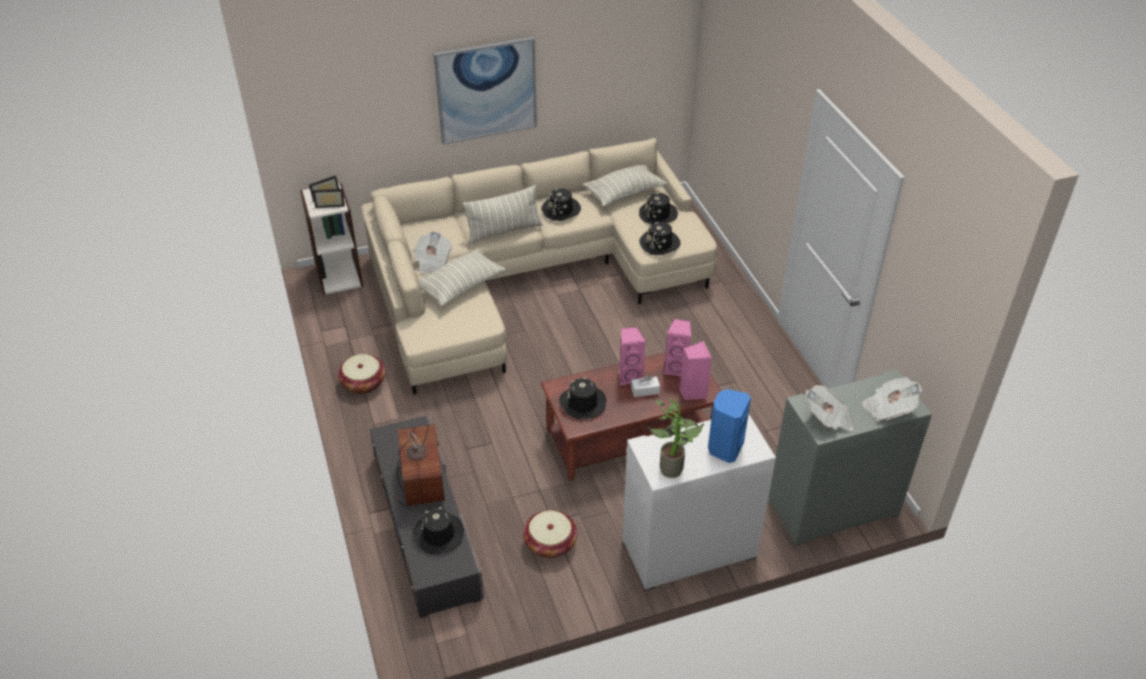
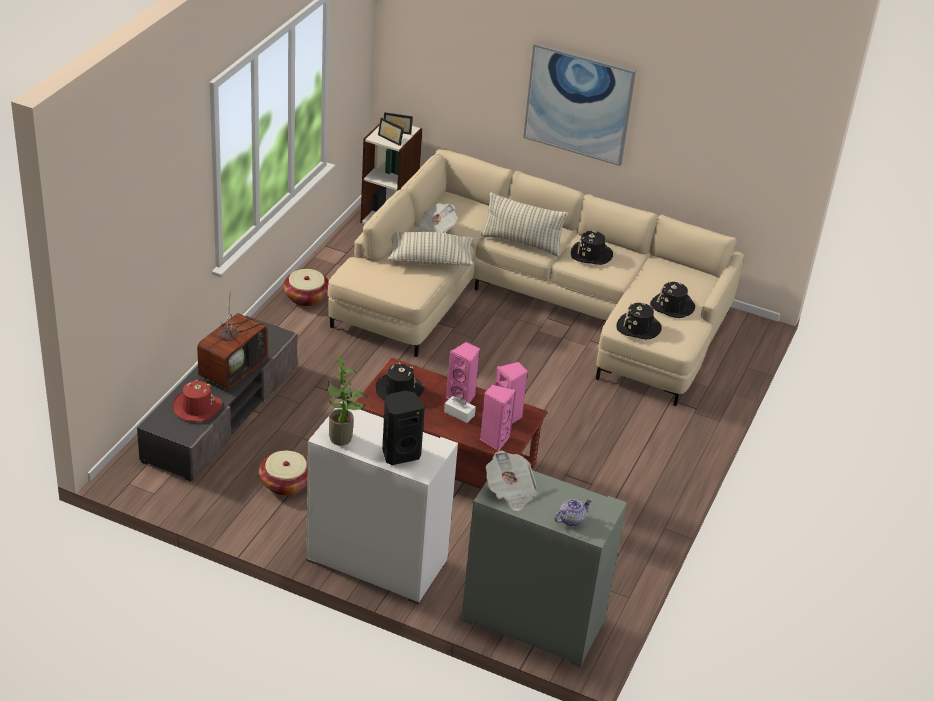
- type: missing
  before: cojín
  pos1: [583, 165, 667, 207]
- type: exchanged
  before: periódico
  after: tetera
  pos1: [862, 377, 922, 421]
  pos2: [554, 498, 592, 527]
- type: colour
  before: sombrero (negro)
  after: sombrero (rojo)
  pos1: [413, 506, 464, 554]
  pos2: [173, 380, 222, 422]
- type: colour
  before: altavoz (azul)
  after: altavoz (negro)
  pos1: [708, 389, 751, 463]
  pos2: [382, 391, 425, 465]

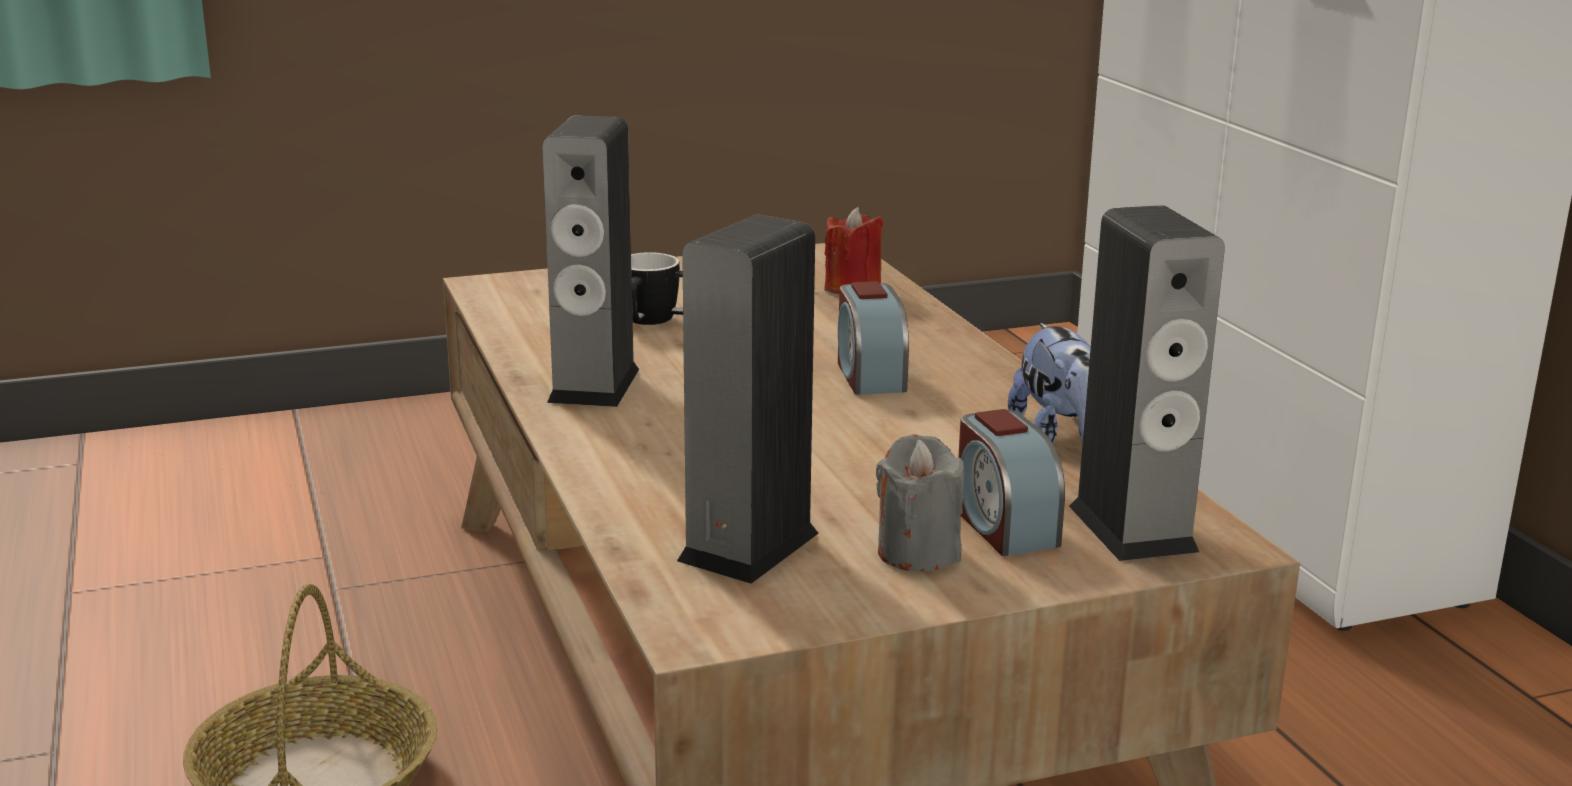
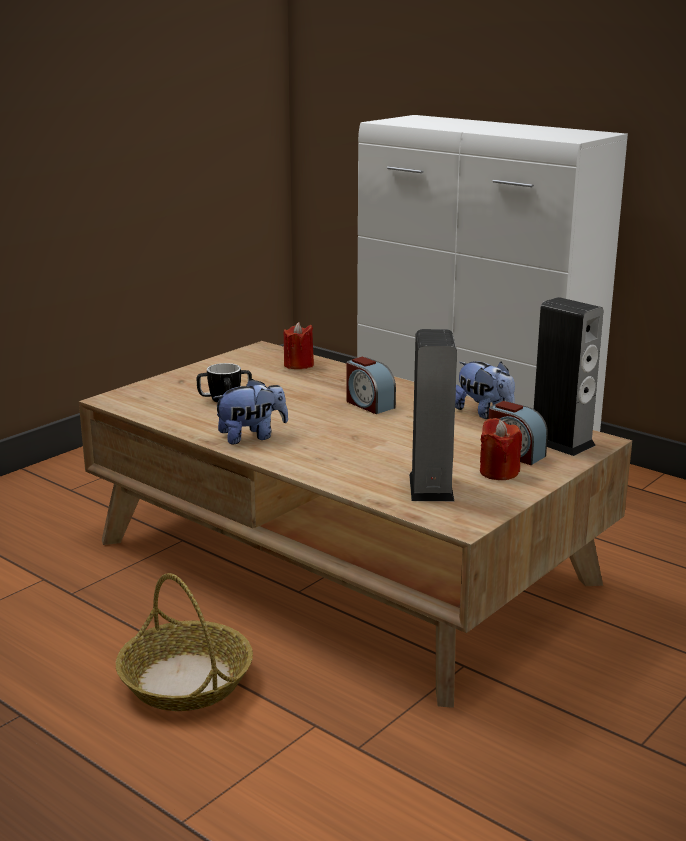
- type: exchanged
  before: altavoz
  after: peluche
  pos1: [542, 115, 639, 407]
  pos2: [213, 379, 288, 444]
- type: colour
  before: vela (gris)
  after: vela (rojo)
  pos1: [876, 434, 964, 571]
  pos2: [480, 418, 522, 480]

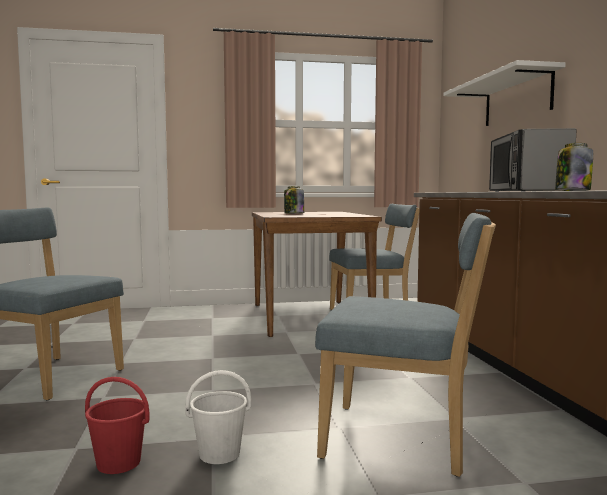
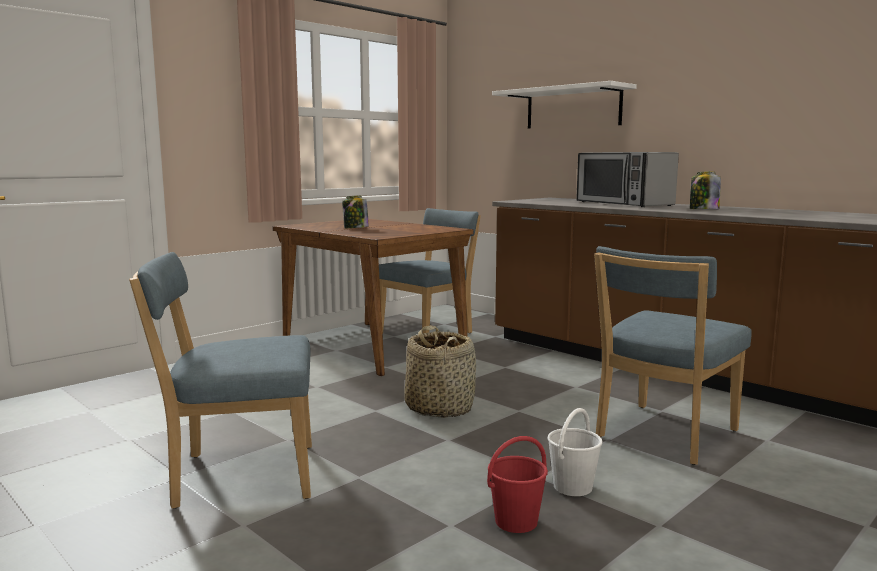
- type: appeared
  after: cesta
  pos2: [404, 325, 476, 418]
- type: spun
  before: silla (azul)
  pos1: [315, 213, 496, 477]
  pos2: [594, 246, 752, 465]
  turn: 150

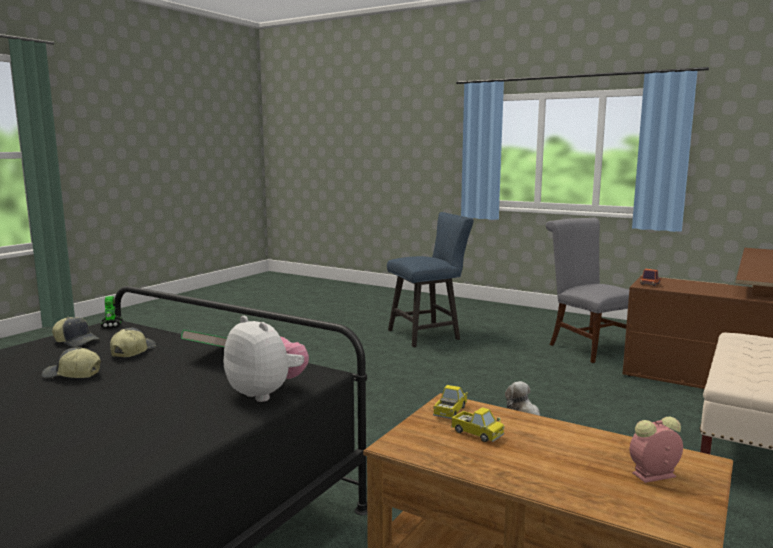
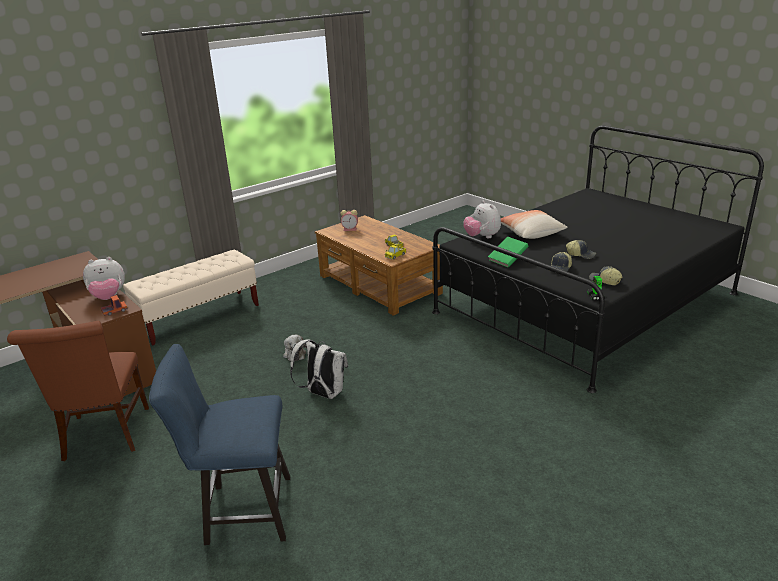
- type: appeared
  after: peluche
  pos2: [83, 257, 125, 300]
- type: appeared
  after: mochila (blanco)
  pos2: [290, 340, 348, 399]
- type: appeared
  after: cojín
  pos2: [501, 210, 567, 239]
- type: colour
  before: silla (gris)
  after: silla (marrón)
  pos1: [545, 218, 629, 363]
  pos2: [7, 321, 149, 461]

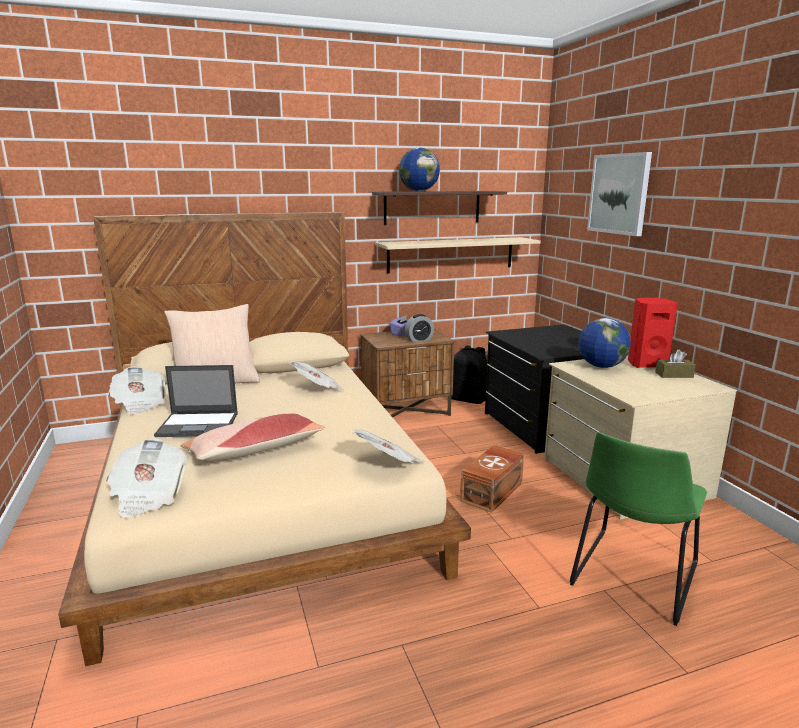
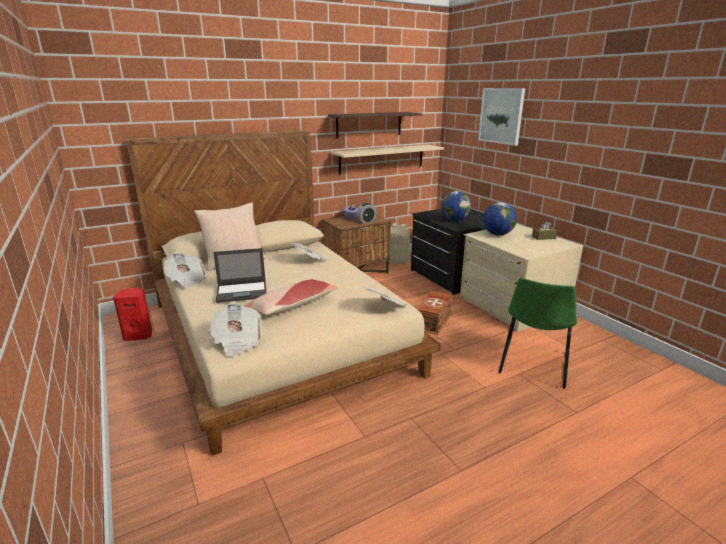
- type: relocated
  before: globo terráqueo
  pos1: [399, 148, 440, 191]
  pos2: [441, 191, 471, 221]
- type: relocated
  before: altavoz (rojo)
  pos1: [628, 298, 678, 368]
  pos2: [113, 288, 152, 341]
- type: colour
  before: mochila (negro)
  after: mochila (beis)
  pos1: [451, 345, 487, 404]
  pos2: [384, 223, 410, 264]

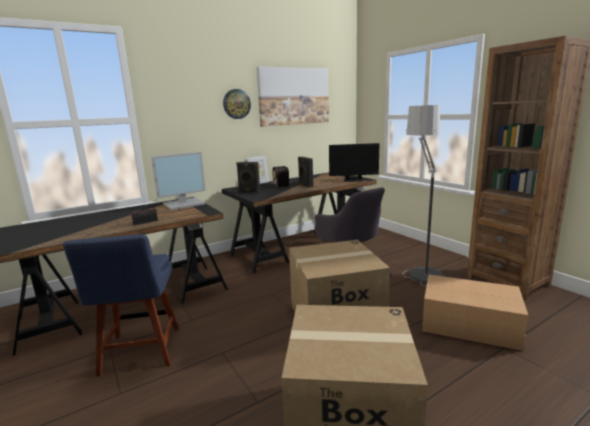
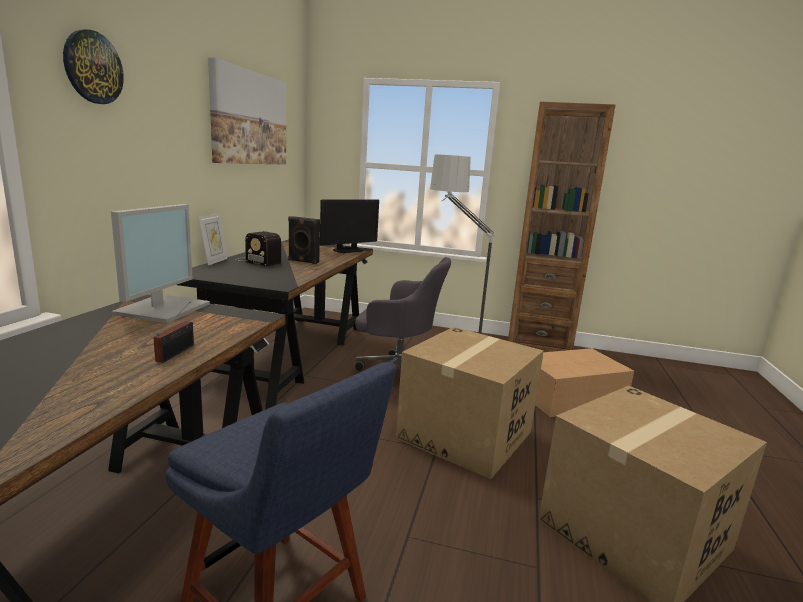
- type: missing
  before: altavoz (negro)
  pos1: [236, 162, 260, 192]
- type: relocated
  before: reloj de pared
  pos1: [223, 89, 251, 119]
  pos2: [63, 30, 124, 104]

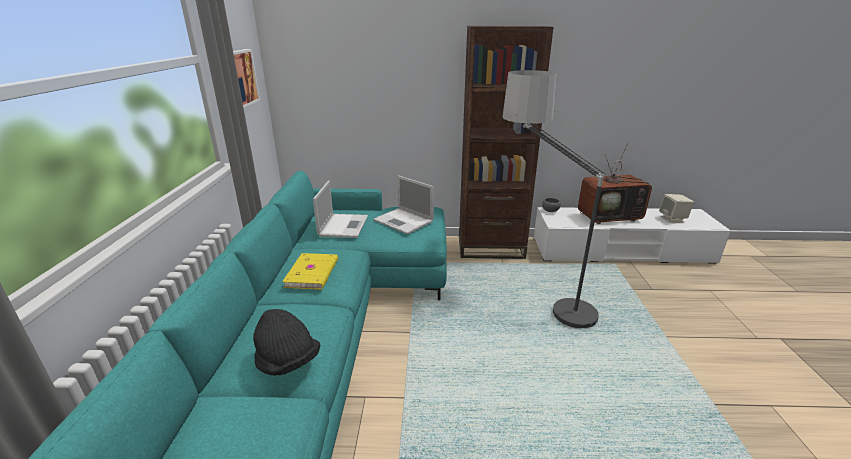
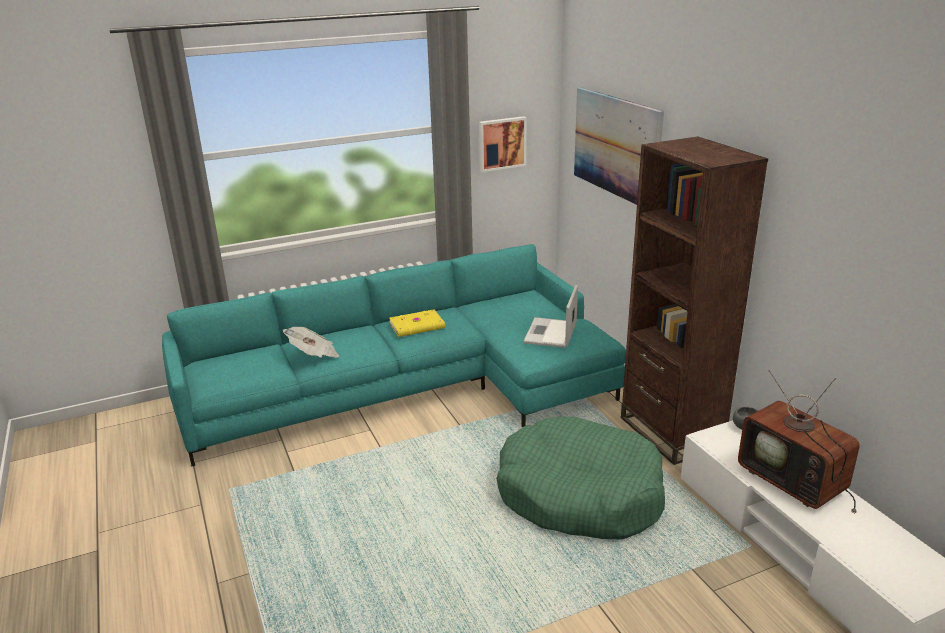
- type: missing
  before: portátil
  pos1: [313, 181, 368, 238]
- type: missing
  before: altavoz (beis)
  pos1: [659, 194, 694, 223]
- type: appeared
  after: cuadro
  pos2: [574, 87, 664, 205]
- type: exchanged
  before: sombrero (negro)
  after: periódico
  pos1: [253, 309, 320, 376]
  pos2: [283, 327, 339, 358]
- type: exchanged
  before: lámpara de pie
  after: cama para perro (verde)
  pos1: [502, 70, 606, 328]
  pos2: [496, 417, 665, 539]

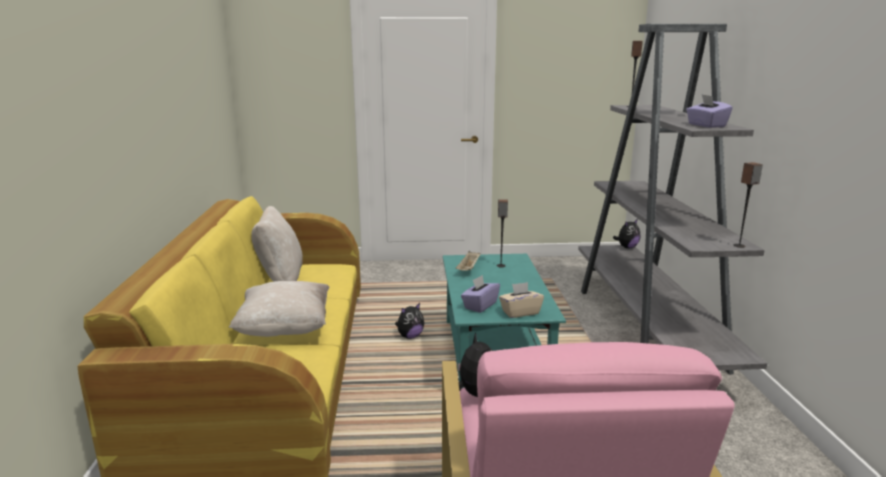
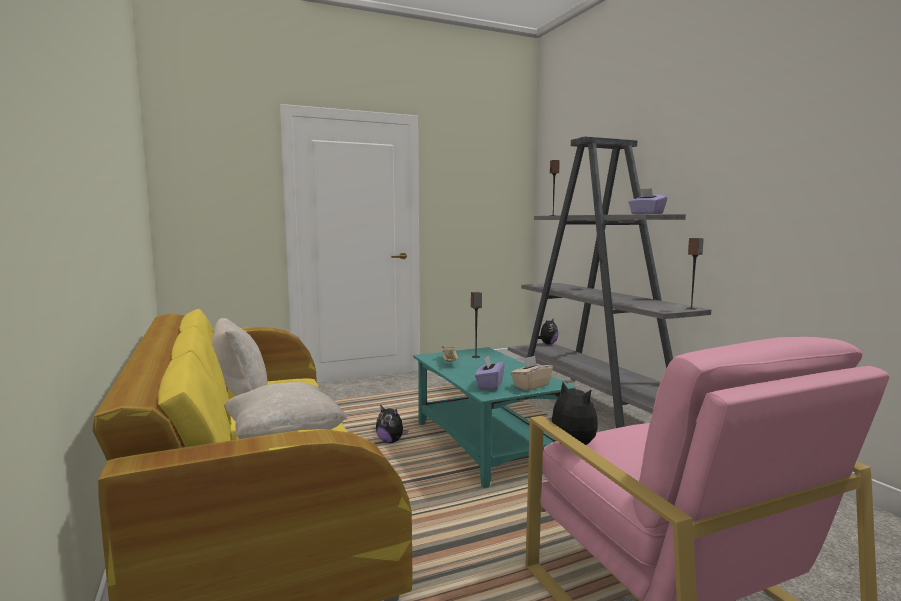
- type: spun
  before: peluche
  pos1: [395, 303, 424, 339]
  pos2: [376, 405, 408, 443]
  turn: 90

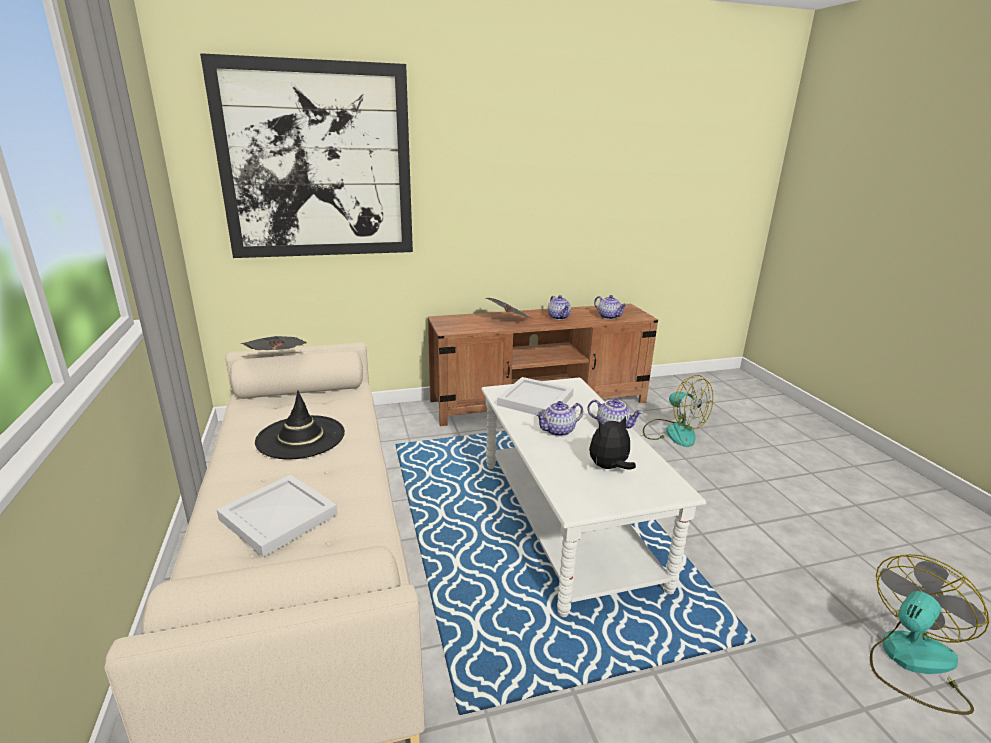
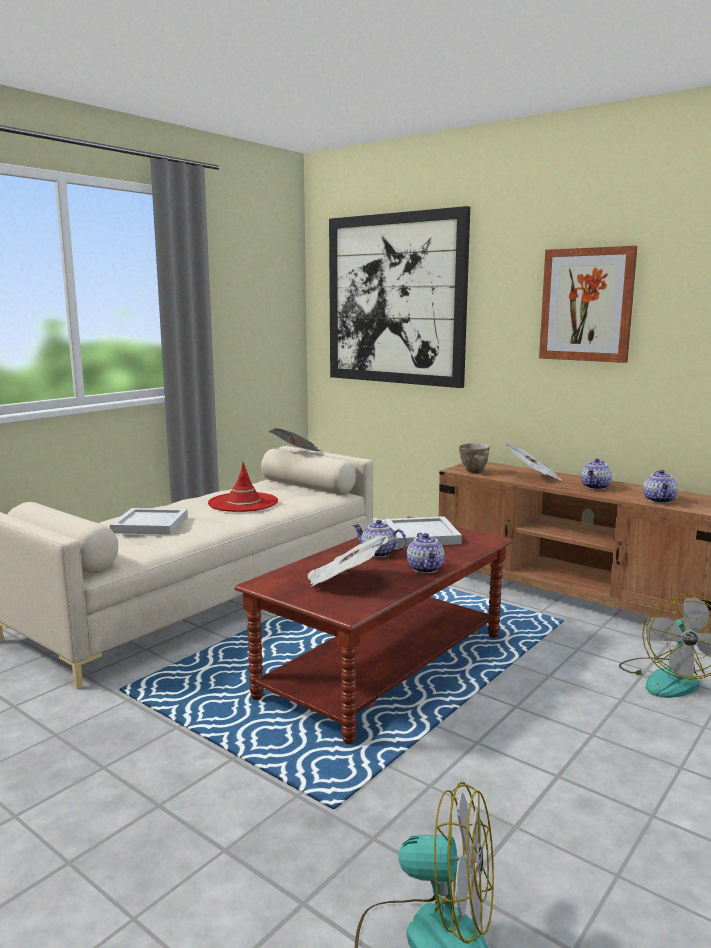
- type: appeared
  after: cuenco
  pos2: [459, 443, 490, 473]
- type: appeared
  after: cuadro
  pos2: [539, 246, 638, 363]
- type: exchanged
  before: peluche
  after: periódico
  pos1: [589, 416, 636, 469]
  pos2: [307, 535, 388, 586]
- type: colour
  before: sombrero (negro)
  after: sombrero (rojo)
  pos1: [255, 391, 345, 459]
  pos2: [208, 462, 278, 512]
- type: colour
  before: mesa de centro (blanco)
  after: mesa de centro (marrón)
  pos1: [481, 378, 706, 617]
  pos2: [234, 517, 513, 744]

